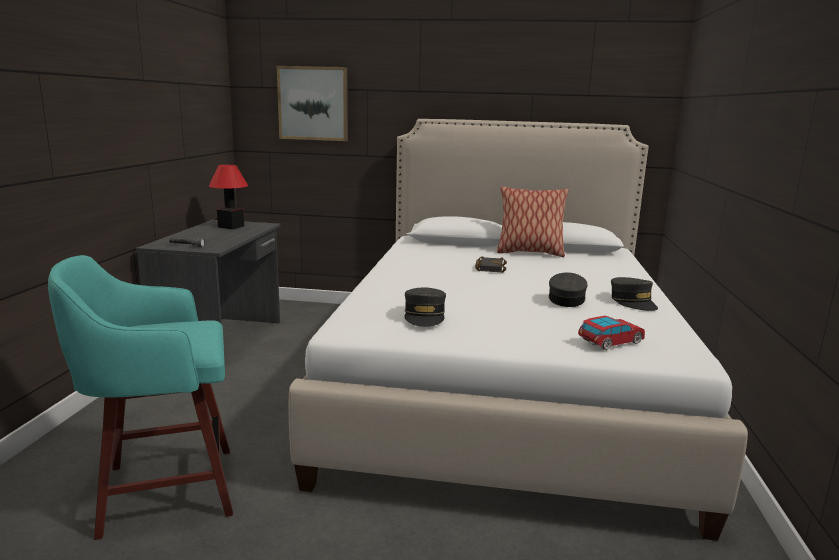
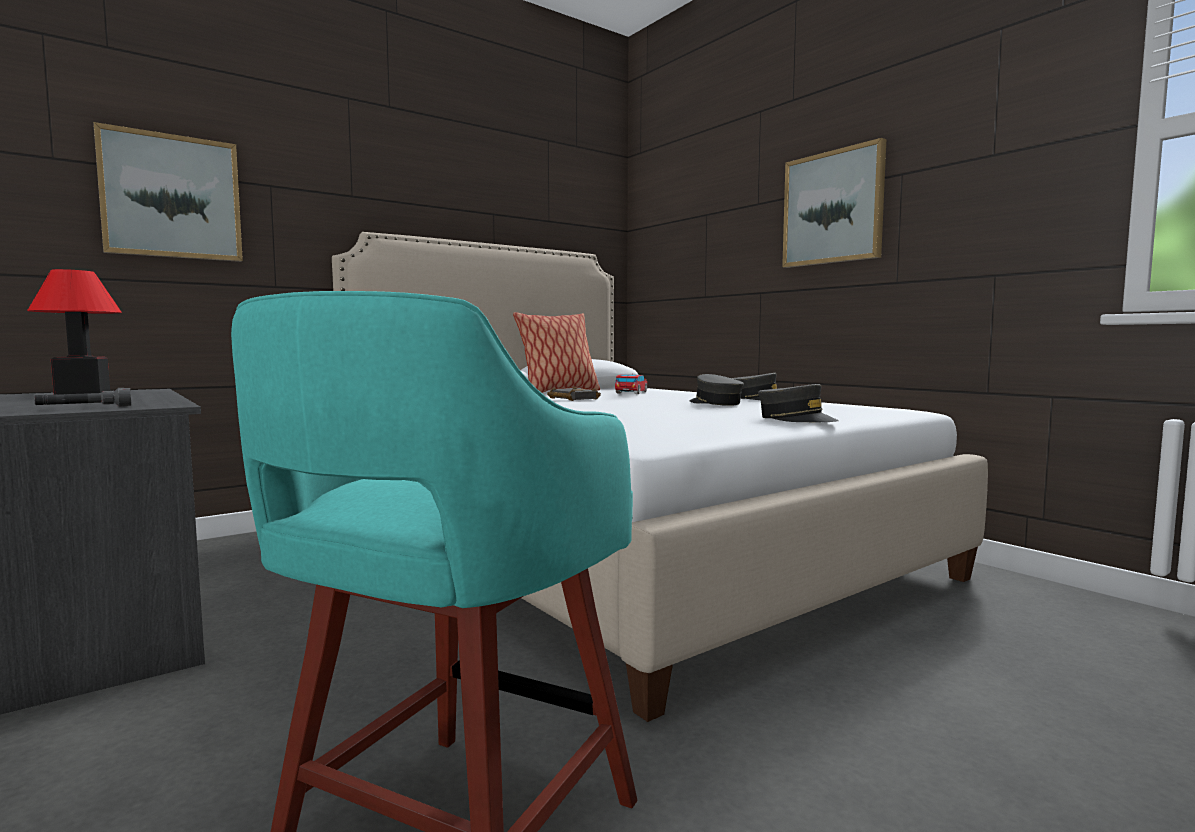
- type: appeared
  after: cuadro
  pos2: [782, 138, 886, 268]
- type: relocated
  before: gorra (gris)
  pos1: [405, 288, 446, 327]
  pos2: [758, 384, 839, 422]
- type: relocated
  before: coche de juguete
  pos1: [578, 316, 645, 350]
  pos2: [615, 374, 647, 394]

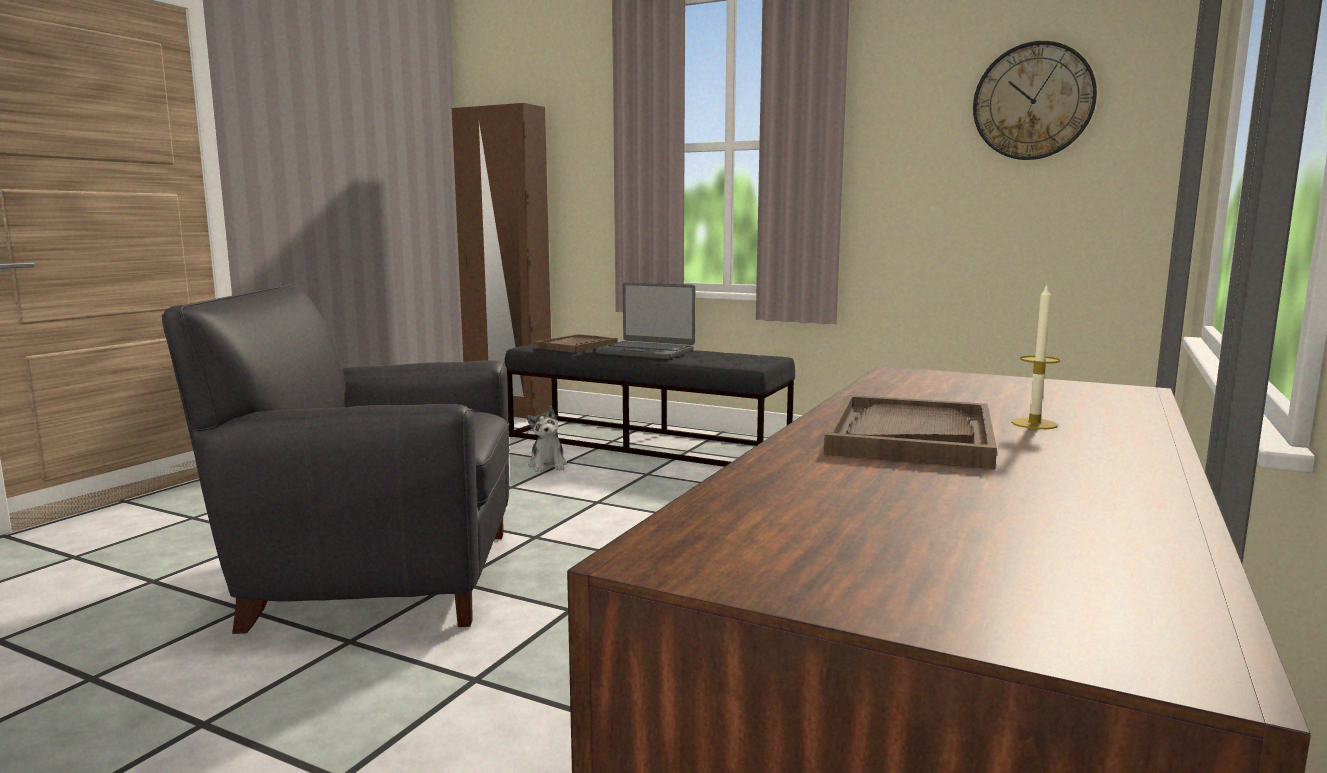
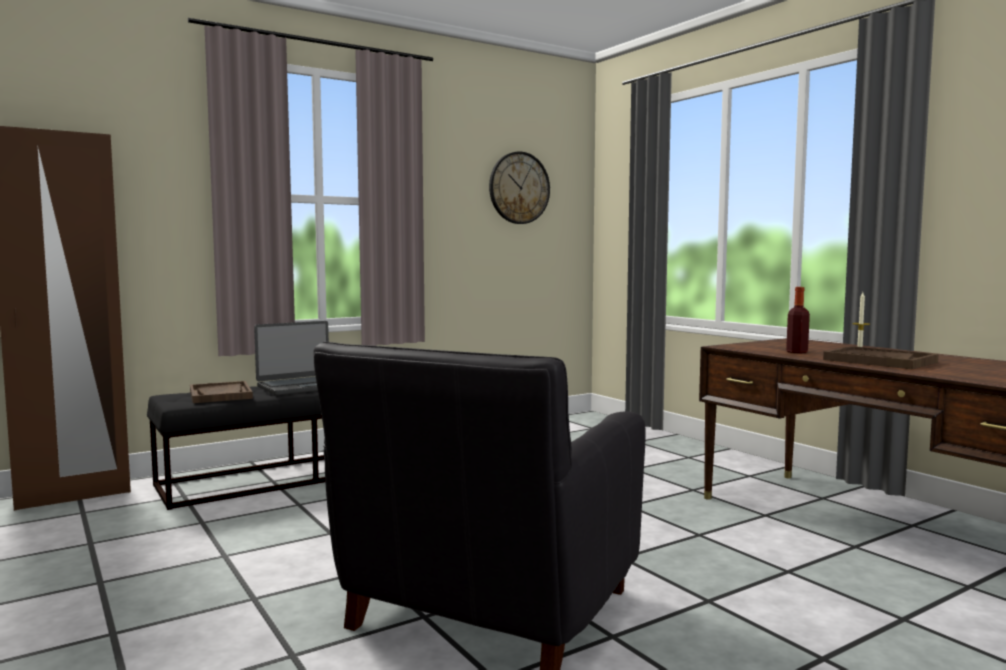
- type: missing
  before: peluche
  pos1: [527, 406, 567, 472]
- type: appeared
  after: botella
  pos2: [786, 287, 810, 354]

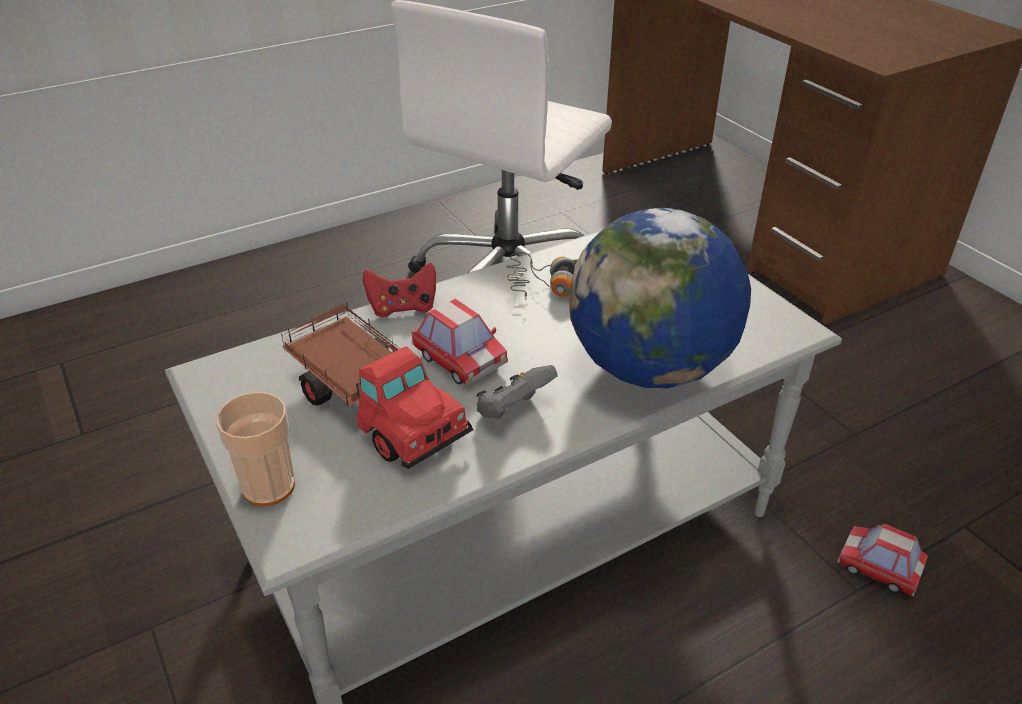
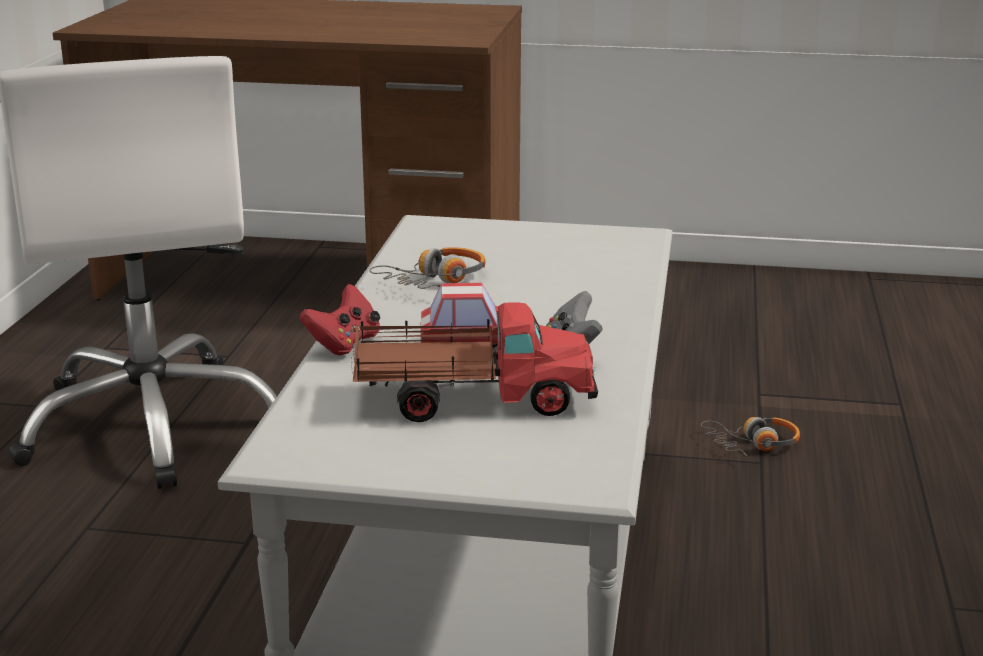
- type: missing
  before: taza
  pos1: [216, 392, 295, 506]
- type: missing
  before: globo terráqueo
  pos1: [569, 208, 751, 388]
- type: exchanged
  before: coche de juguete
  after: auriculares
  pos1: [837, 524, 928, 596]
  pos2: [701, 417, 800, 456]

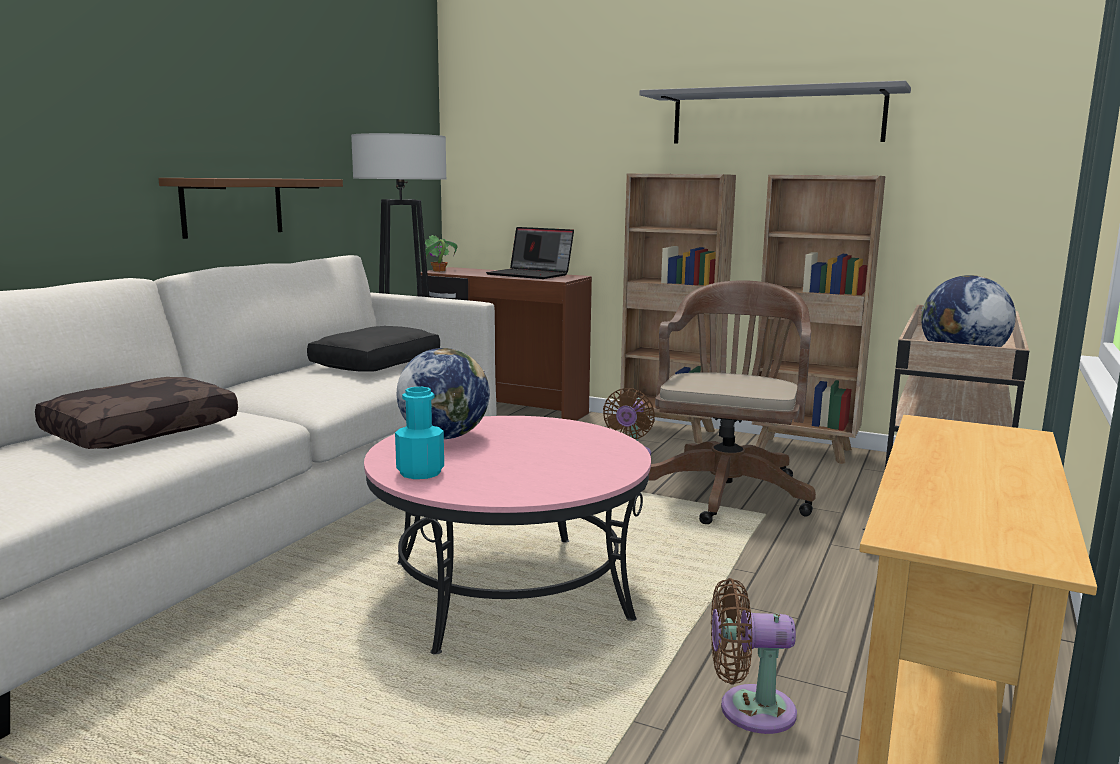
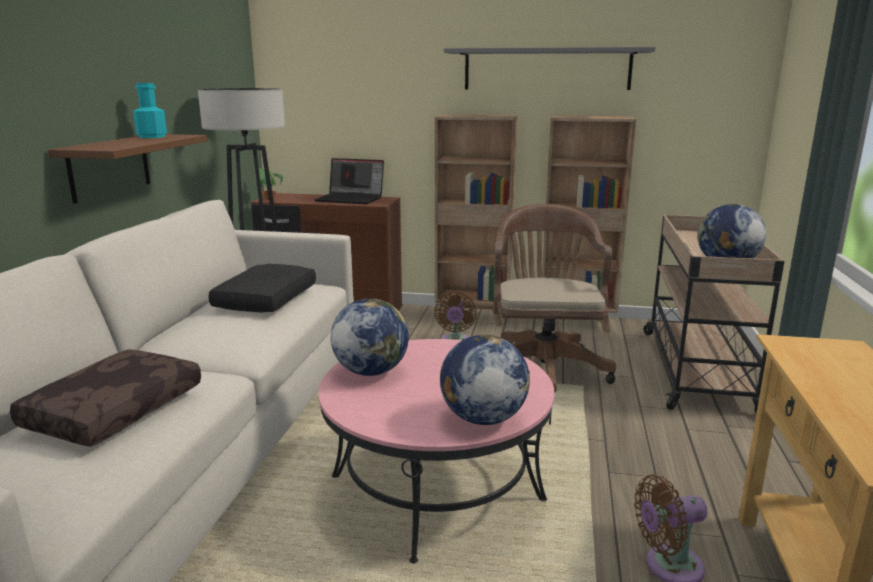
- type: appeared
  after: globo terráqueo
  pos2: [440, 334, 530, 425]
- type: relocated
  before: botella (turquesa)
  pos1: [395, 387, 444, 479]
  pos2: [133, 83, 167, 138]

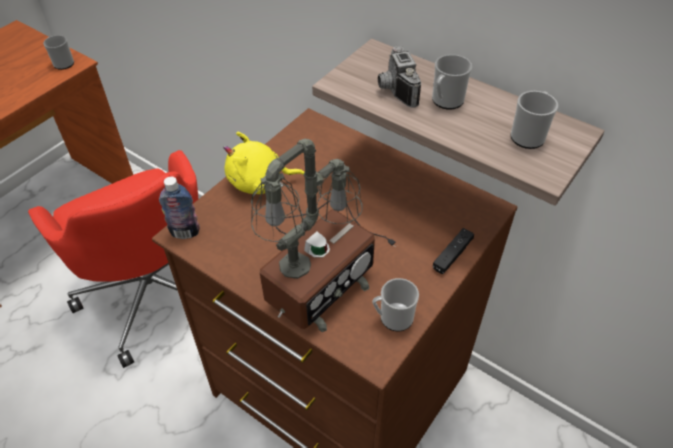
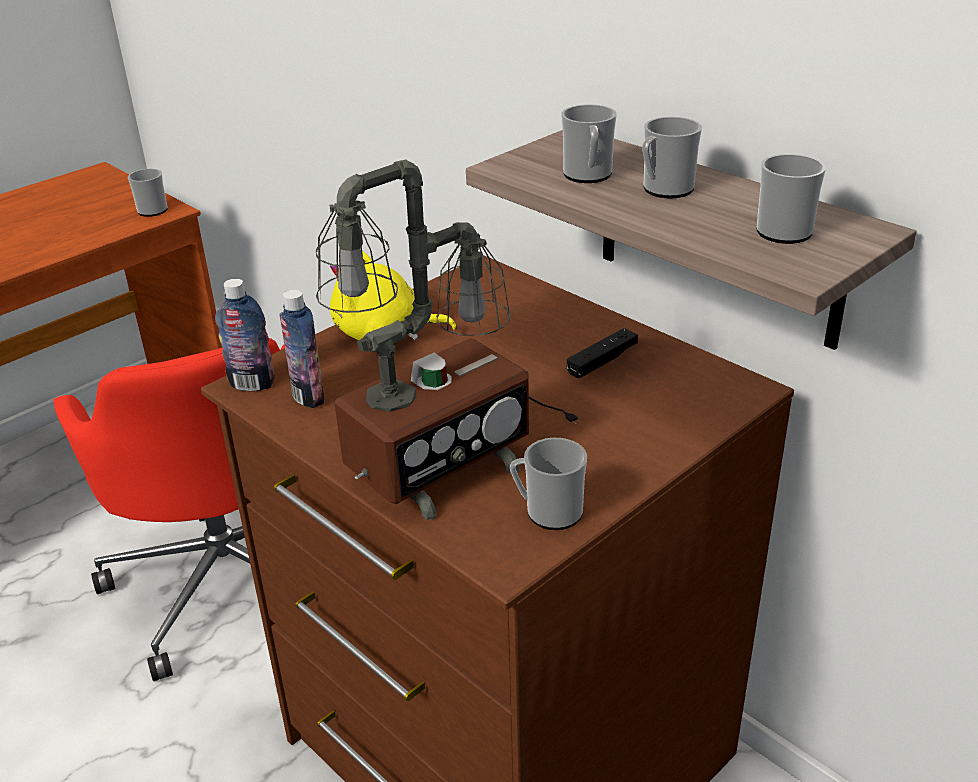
- type: appeared
  after: botella
  pos2: [279, 290, 325, 408]
- type: relocated
  before: mando de consola (negro)
  pos1: [433, 228, 474, 274]
  pos2: [567, 328, 638, 378]
- type: exchanged
  before: cámara
  after: taza grande
  pos1: [378, 46, 421, 108]
  pos2: [561, 104, 617, 183]

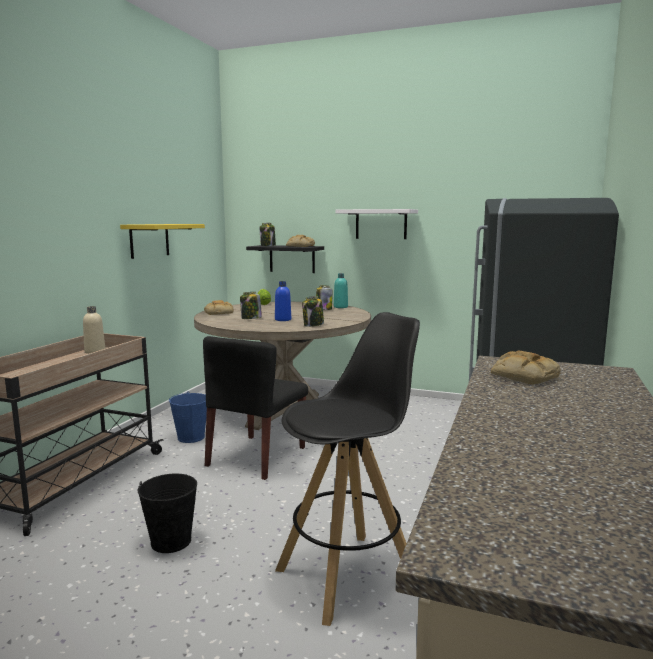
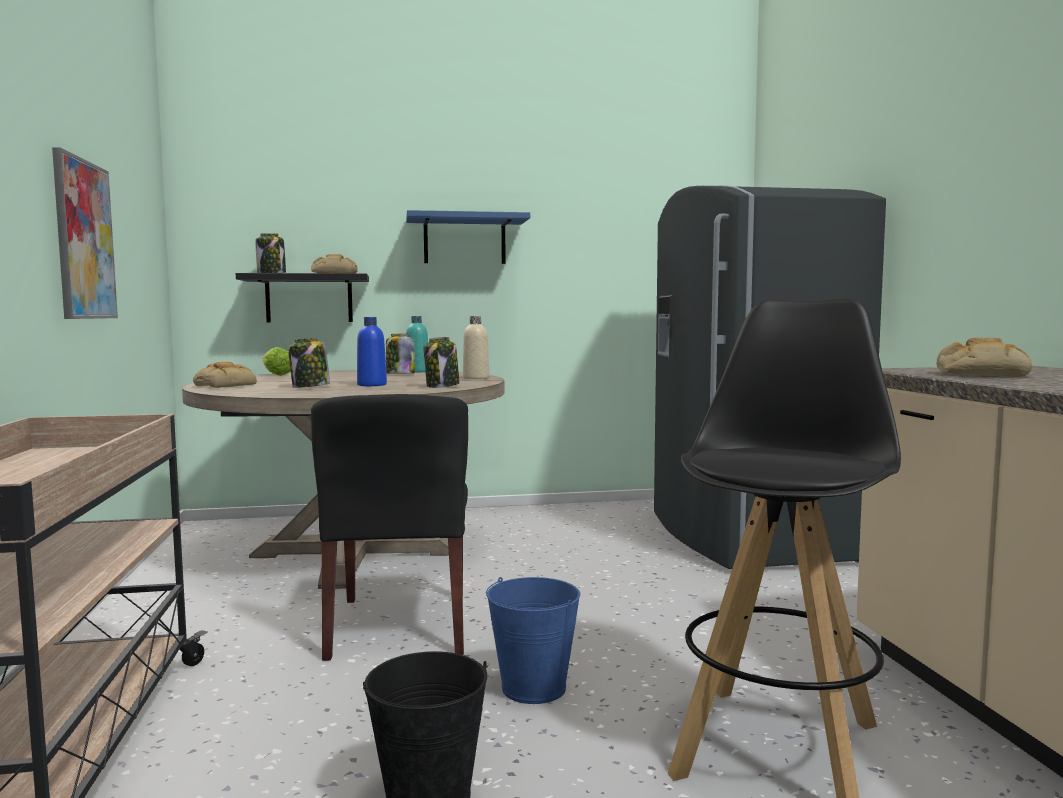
- type: relocated
  before: botella (beis)
  pos1: [83, 306, 106, 354]
  pos2: [463, 316, 489, 379]
- type: relocated
  before: cubo (azul)
  pos1: [169, 391, 207, 443]
  pos2: [486, 577, 580, 704]
- type: exchanged
  before: estante (amarillo)
  after: cuadro
  pos1: [120, 224, 205, 259]
  pos2: [52, 147, 118, 319]
- type: colour
  before: estante (blanco)
  after: estante (azul)
  pos1: [335, 209, 418, 239]
  pos2: [406, 210, 530, 264]

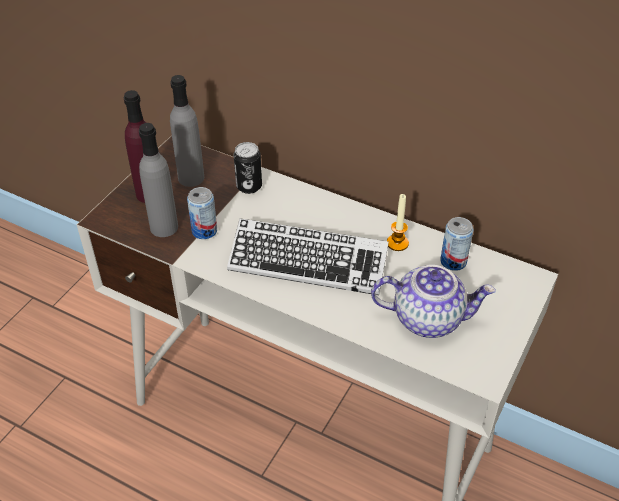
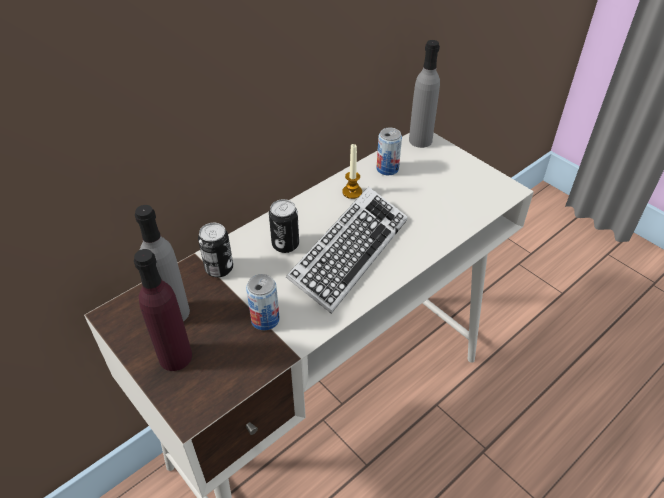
- type: missing
  before: tetera
  pos1: [371, 265, 496, 338]
- type: appeared
  after: lata
  pos2: [269, 199, 299, 253]
- type: relocated
  before: botella (gris)
  pos1: [139, 123, 178, 237]
  pos2: [409, 40, 440, 148]

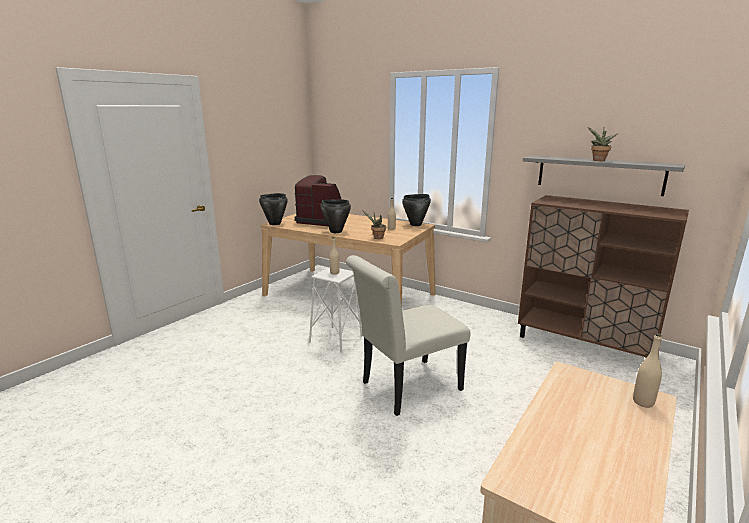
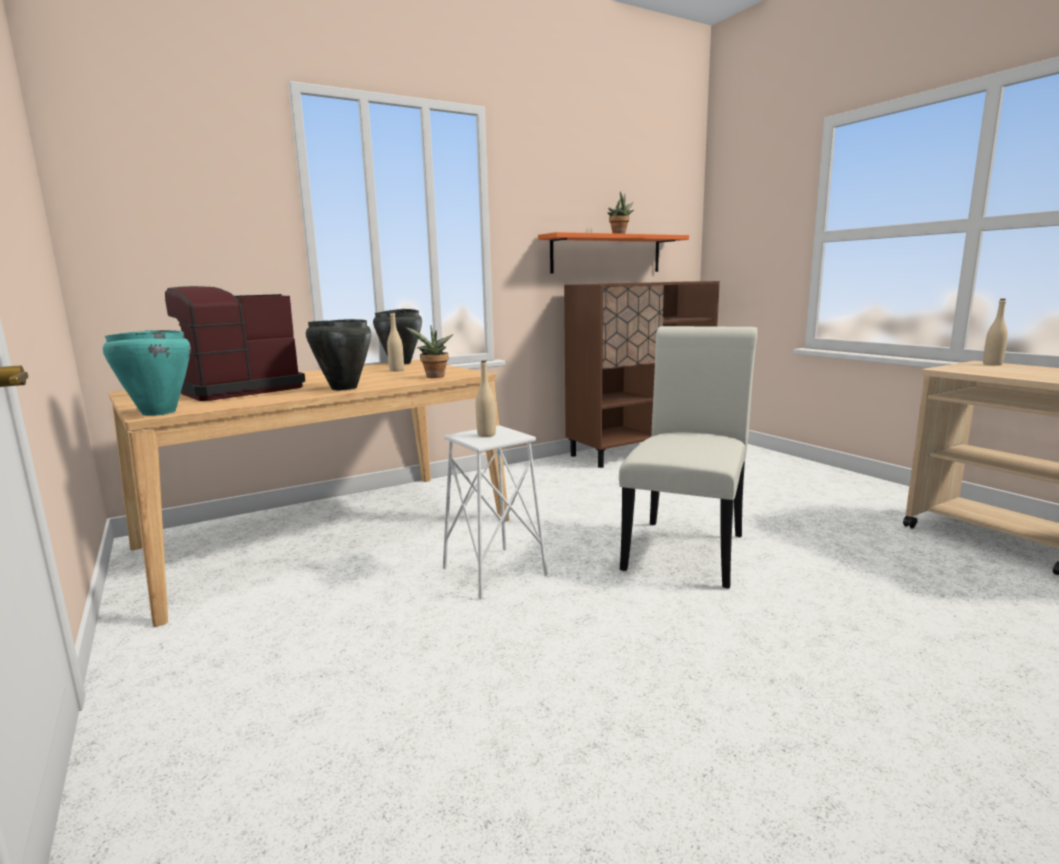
- type: colour
  before: olla (negro)
  after: olla (turquesa)
  pos1: [259, 193, 288, 225]
  pos2: [103, 330, 191, 416]
- type: colour
  before: estante (gris)
  after: estante (naranja)
  pos1: [523, 156, 685, 196]
  pos2: [538, 232, 689, 273]
- type: spun
  before: silla (blanco)
  pos1: [346, 255, 471, 416]
  pos2: [619, 326, 758, 589]
  turn: -150

